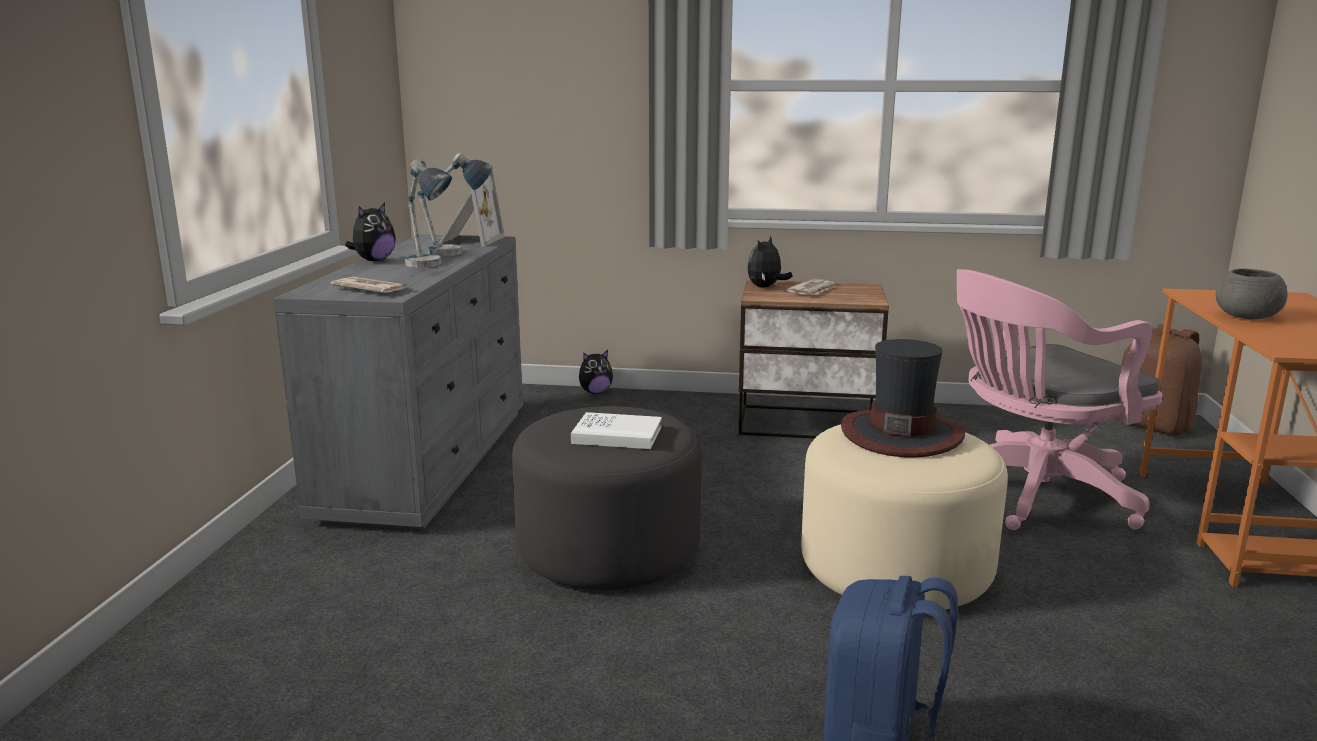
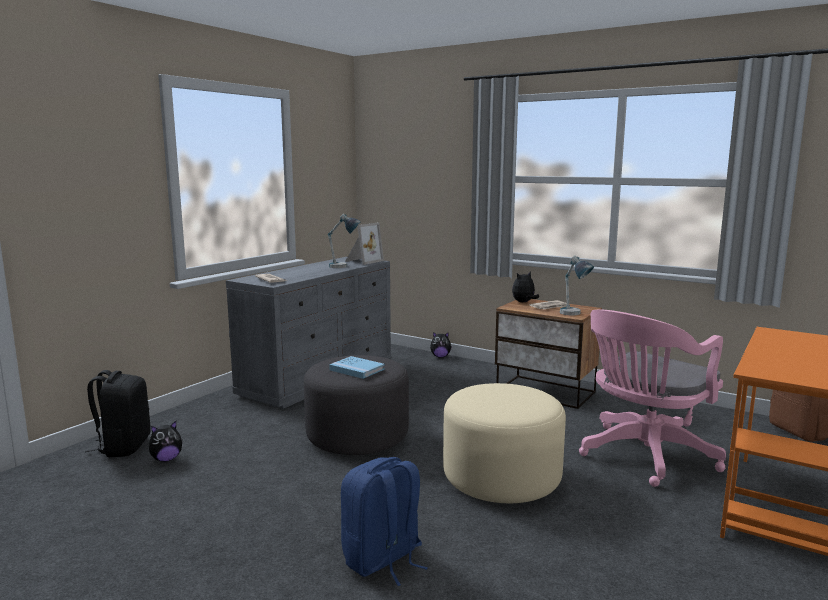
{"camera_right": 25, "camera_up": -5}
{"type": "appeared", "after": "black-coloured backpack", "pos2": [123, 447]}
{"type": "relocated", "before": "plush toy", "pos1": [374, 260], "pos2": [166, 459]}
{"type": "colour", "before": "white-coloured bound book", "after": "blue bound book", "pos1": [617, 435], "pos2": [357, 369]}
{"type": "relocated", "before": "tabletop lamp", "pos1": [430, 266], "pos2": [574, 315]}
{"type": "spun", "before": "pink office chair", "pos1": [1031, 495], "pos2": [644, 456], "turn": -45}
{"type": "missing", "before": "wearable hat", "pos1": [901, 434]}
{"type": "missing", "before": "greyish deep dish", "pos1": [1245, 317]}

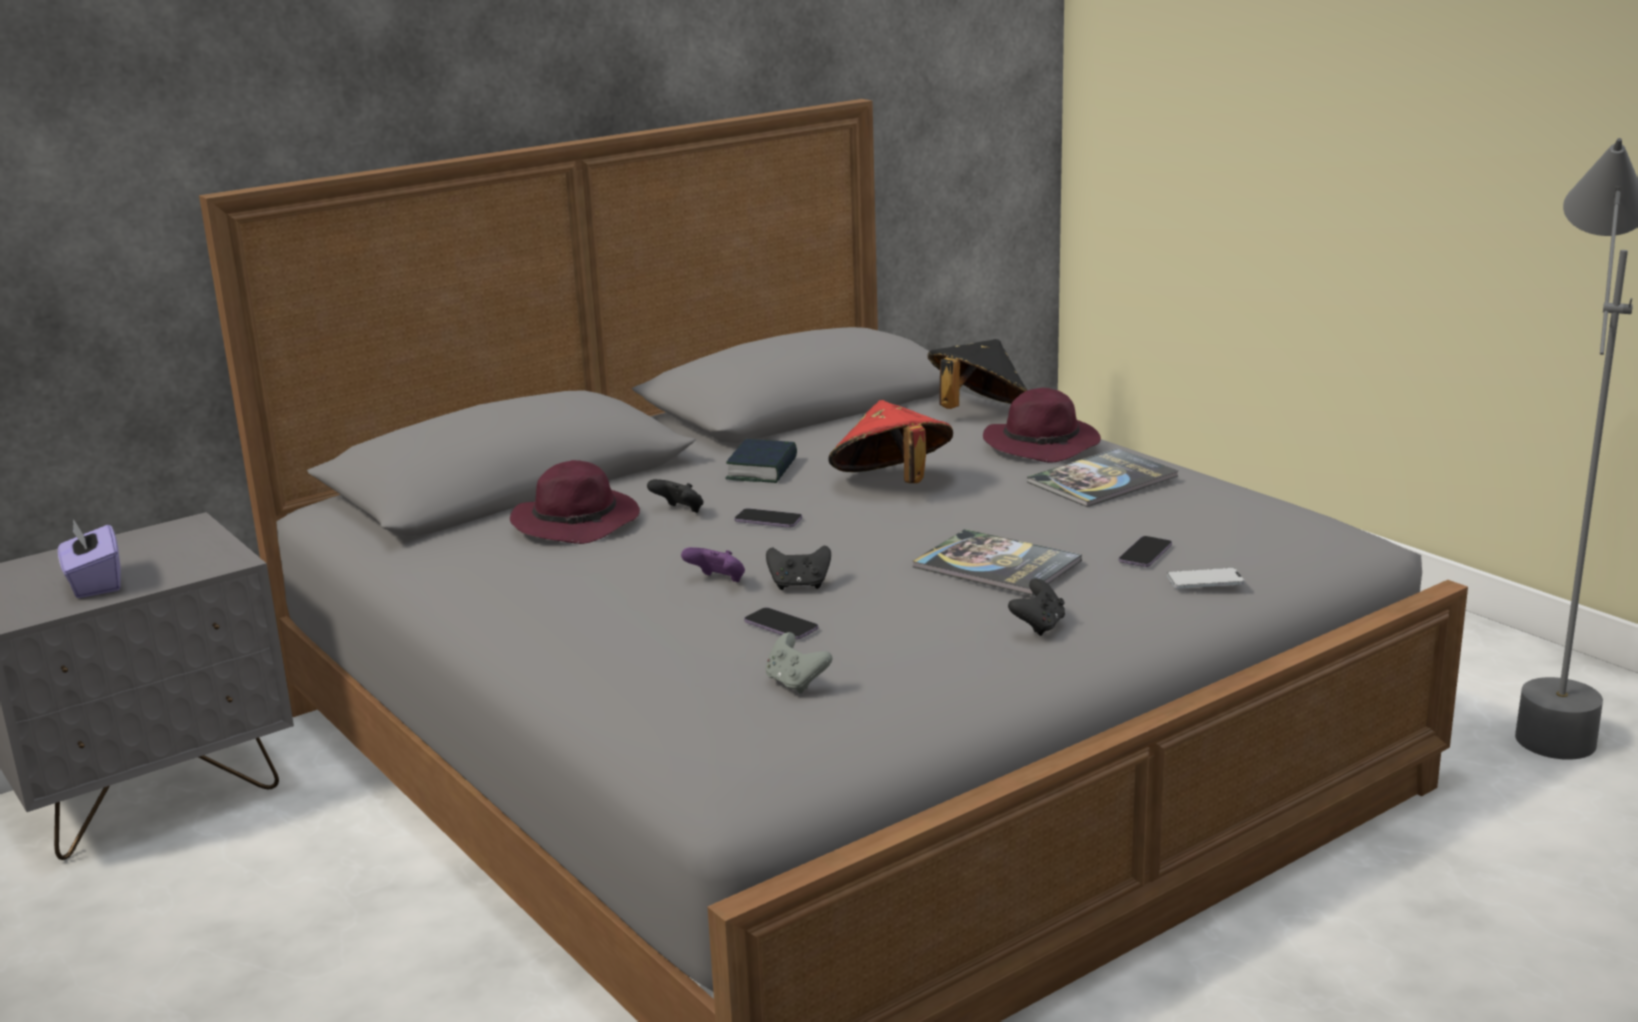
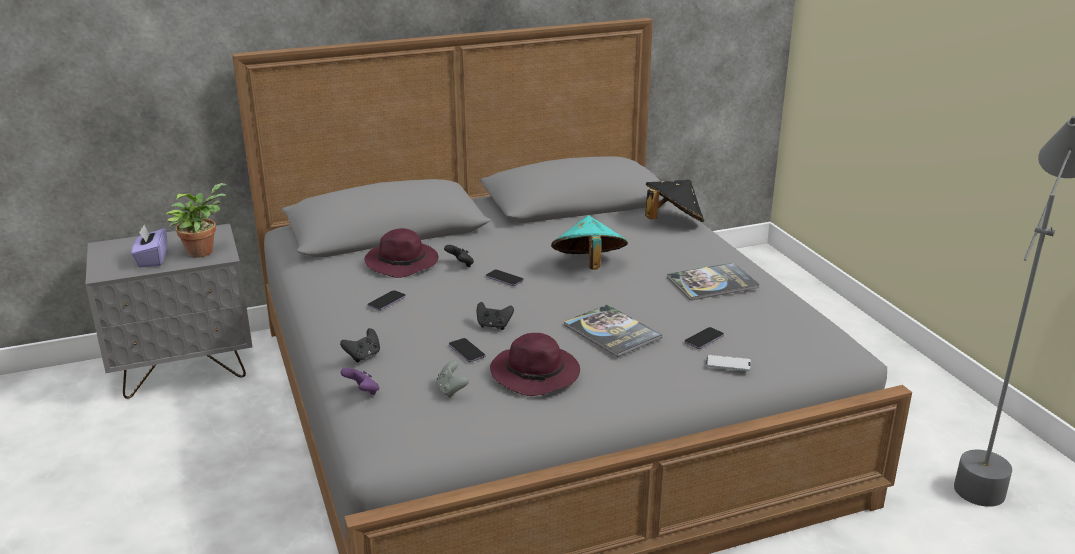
{"camera_right": 15, "camera_up": 5}
{"type": "appeared", "after": "potted plant", "pos2": [202, 251]}
{"type": "relocated", "before": "black-coloured joypad", "pos1": [1038, 626], "pos2": [363, 356]}
{"type": "relocated", "before": "purple joypad", "pos1": [717, 582], "pos2": [362, 392]}
{"type": "appeared", "after": "telephone", "pos2": [386, 302]}
{"type": "relocated", "before": "purple wearable hat", "pos1": [1043, 445], "pos2": [536, 375]}
{"type": "colour", "before": "red wearable hat", "after": "turquoise-coloured wearable hat", "pos1": [891, 484], "pos2": [588, 266]}
{"type": "missing", "before": "bound book", "pos1": [762, 469]}

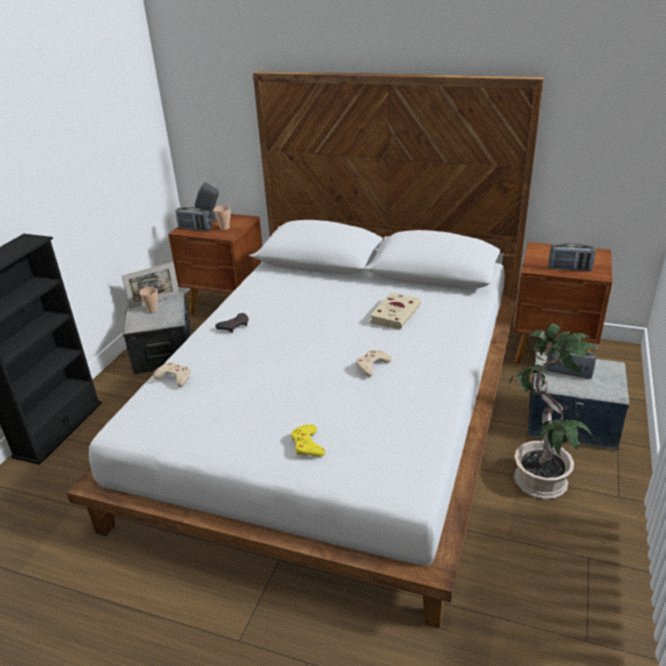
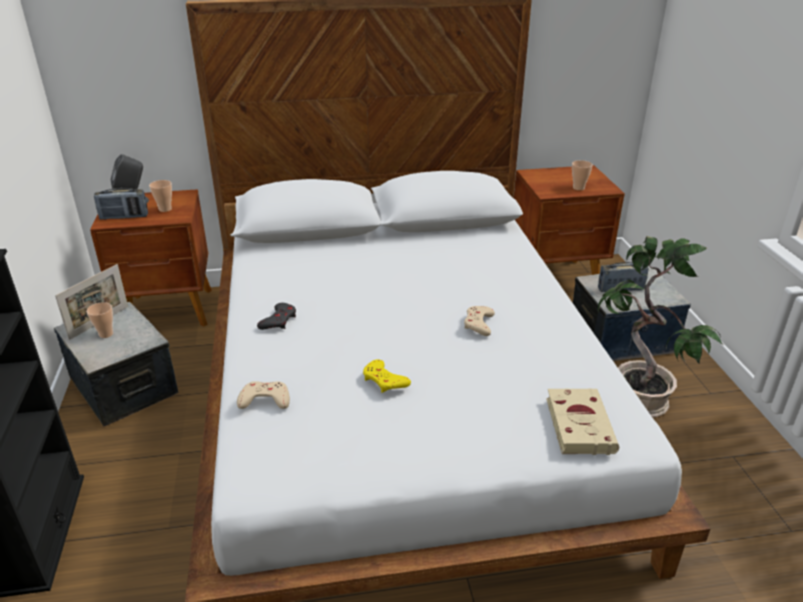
{"camera_right": -30, "camera_up": 0}
{"type": "relocated", "before": "yellow-coloured joypad", "pos1": [307, 445], "pos2": [384, 380]}
{"type": "relocated", "before": "beige-coloured bound book", "pos1": [396, 313], "pos2": [578, 423]}
{"type": "exchanged", "before": "radio set", "after": "small cup", "pos1": [569, 269], "pos2": [578, 188]}

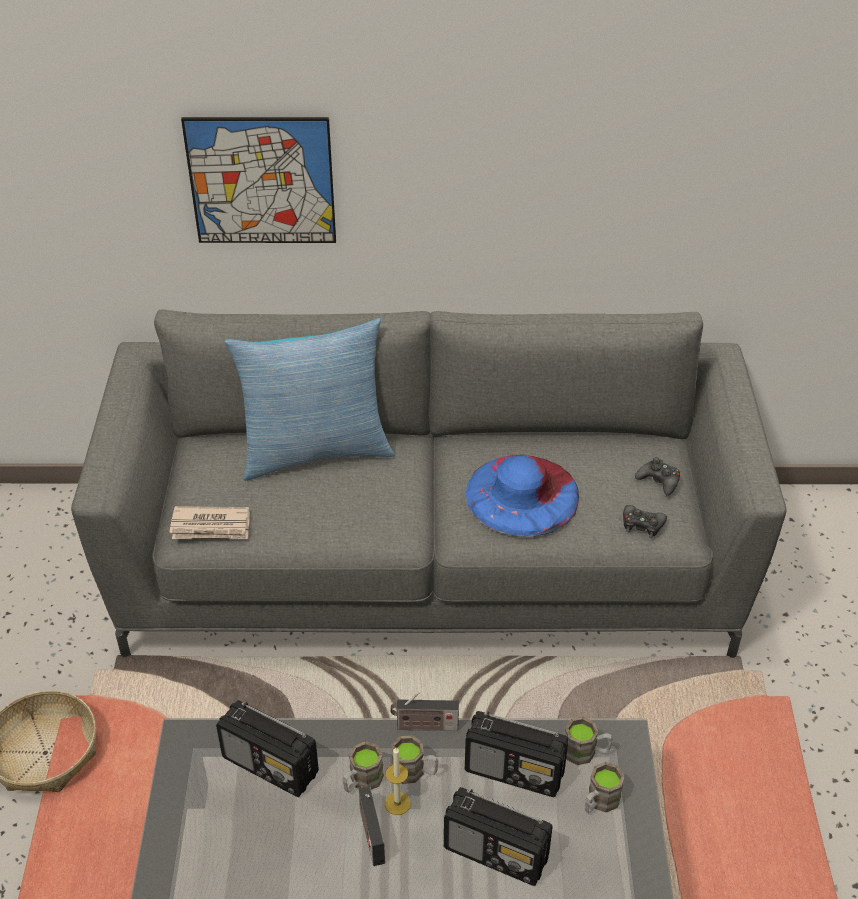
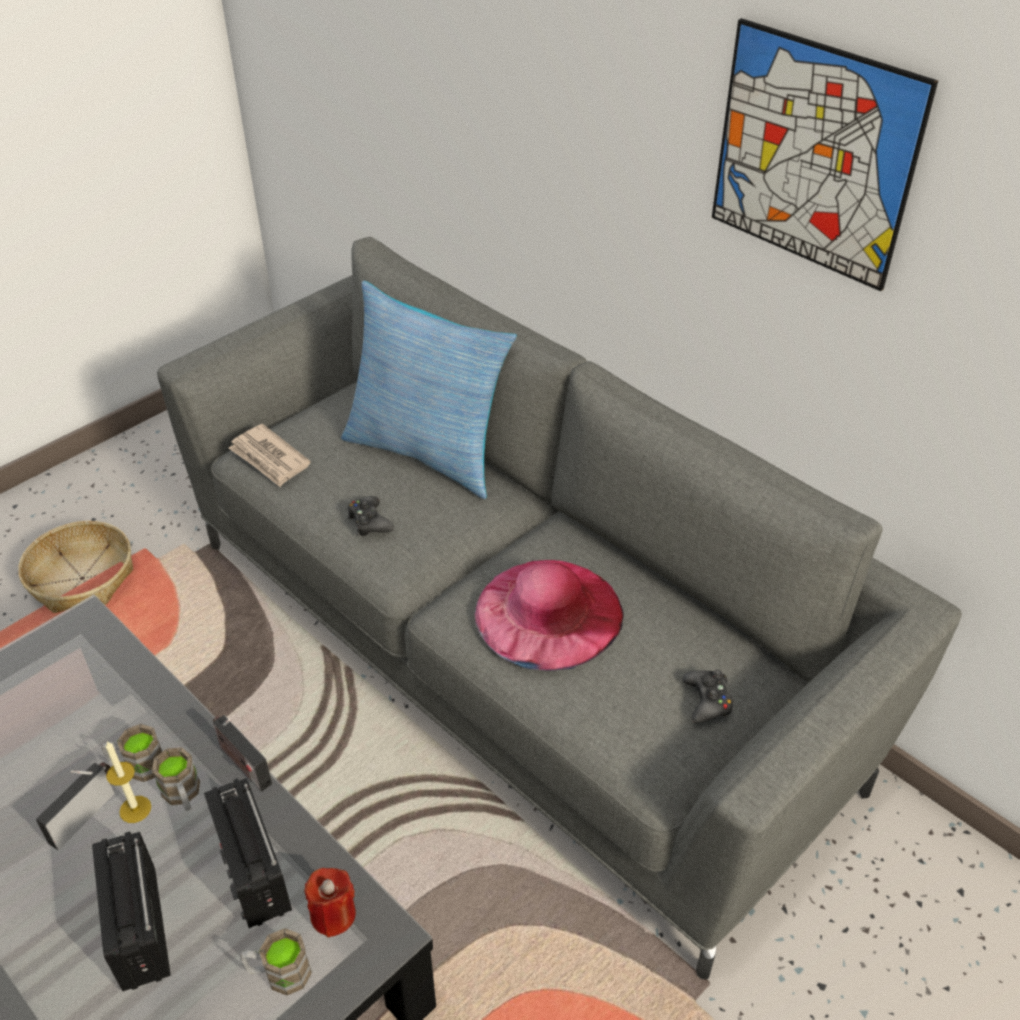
{"camera_right": 45, "camera_up": 0}
{"type": "exchanged", "before": "brown-coloured tea mug", "after": "red wax light", "pos1": [586, 752], "pos2": [333, 914]}
{"type": "relocated", "before": "black-coloured joypad", "pos1": [642, 525], "pos2": [369, 522]}
{"type": "colour", "before": "blue wearable hat", "after": "pink wearable hat", "pos1": [522, 494], "pos2": [548, 613]}
{"type": "relocated", "before": "wall picture", "pos1": [261, 181], "pos2": [813, 155]}
{"type": "missing", "before": "radio set", "pos1": [271, 766]}

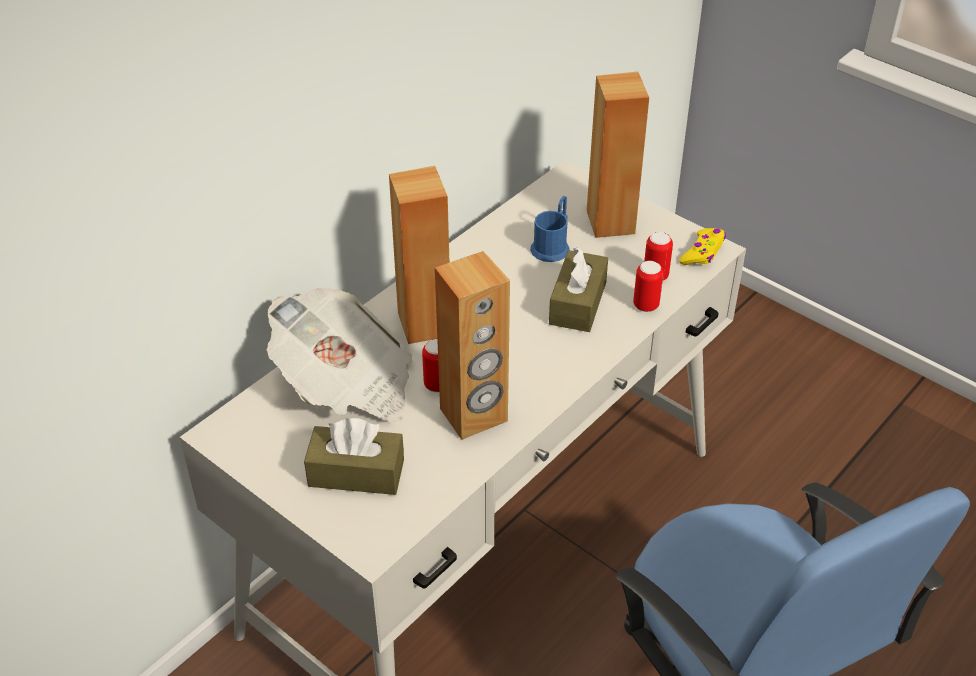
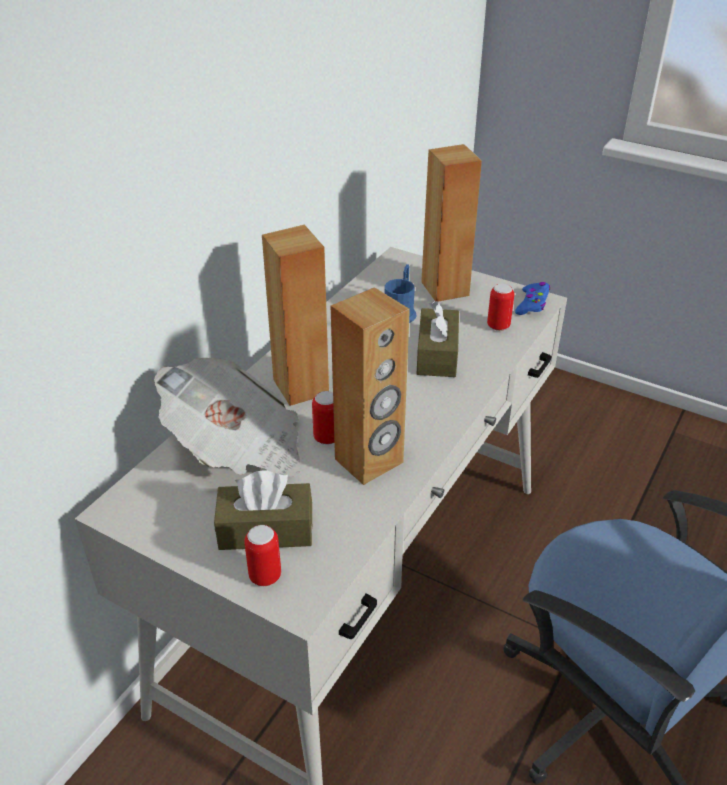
{"camera_right": -10, "camera_up": -5}
{"type": "relocated", "before": "metal can", "pos1": [646, 305], "pos2": [265, 576]}
{"type": "colour", "before": "yellow-coloured joypad", "after": "blue joypad", "pos1": [703, 252], "pos2": [532, 304]}

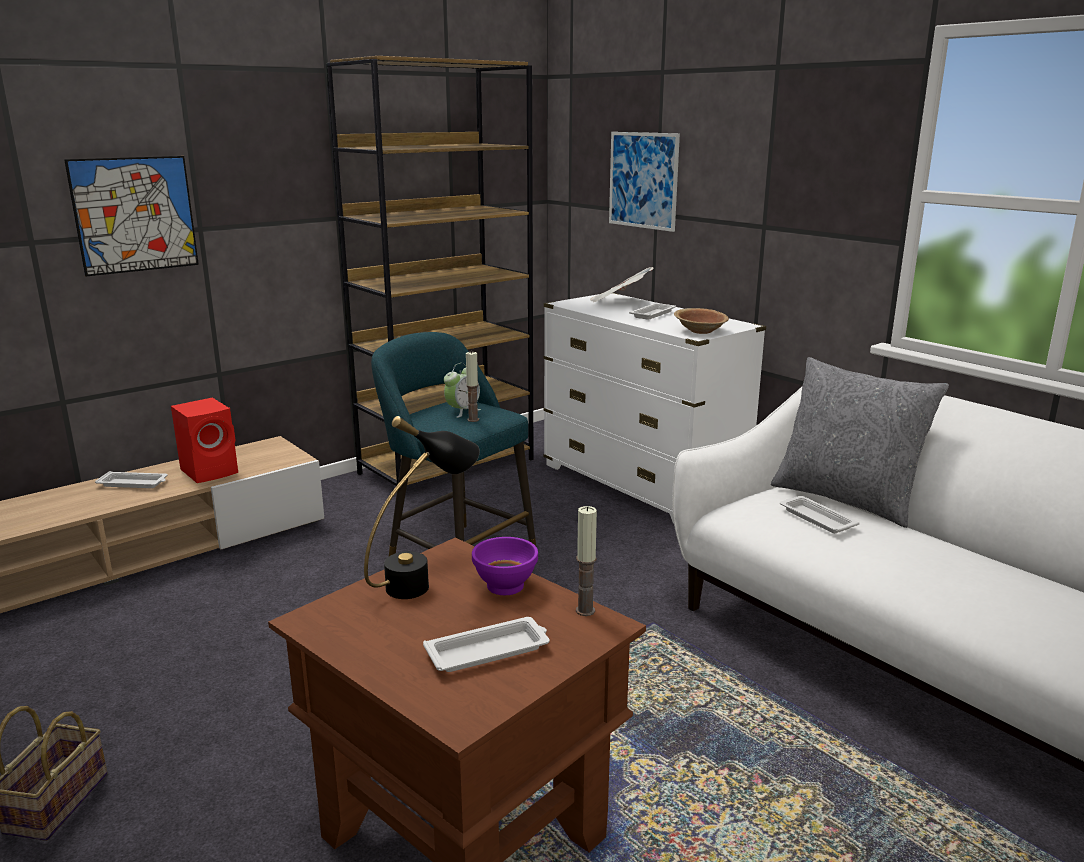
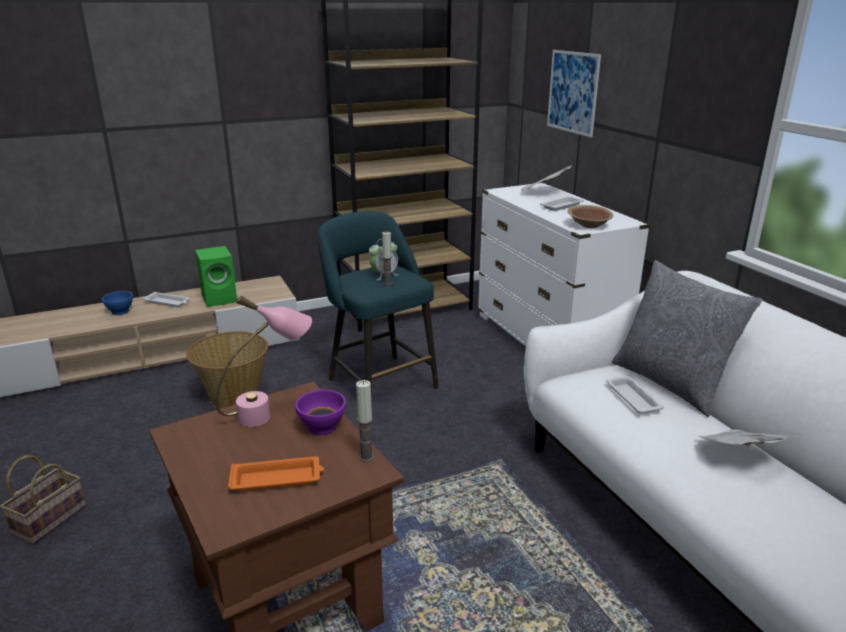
{"camera_right": 15, "camera_up": 5}
{"type": "appeared", "after": "blue deep dish", "pos2": [120, 311]}
{"type": "appeared", "after": "storage basket", "pos2": [234, 396]}
{"type": "colour", "before": "red audio speaker", "after": "greenish audio speaker", "pos1": [211, 471], "pos2": [221, 298]}
{"type": "colour", "before": "black-coloured tabletop lamp", "after": "pink tabletop lamp", "pos1": [425, 580], "pos2": [270, 414]}
{"type": "colour", "before": "white-coloured tray", "after": "orange tray", "pos1": [489, 651], "pos2": [277, 479]}
{"type": "appeared", "after": "newspaper", "pos2": [740, 456]}
{"type": "missing", "before": "wall picture", "pos1": [134, 214]}

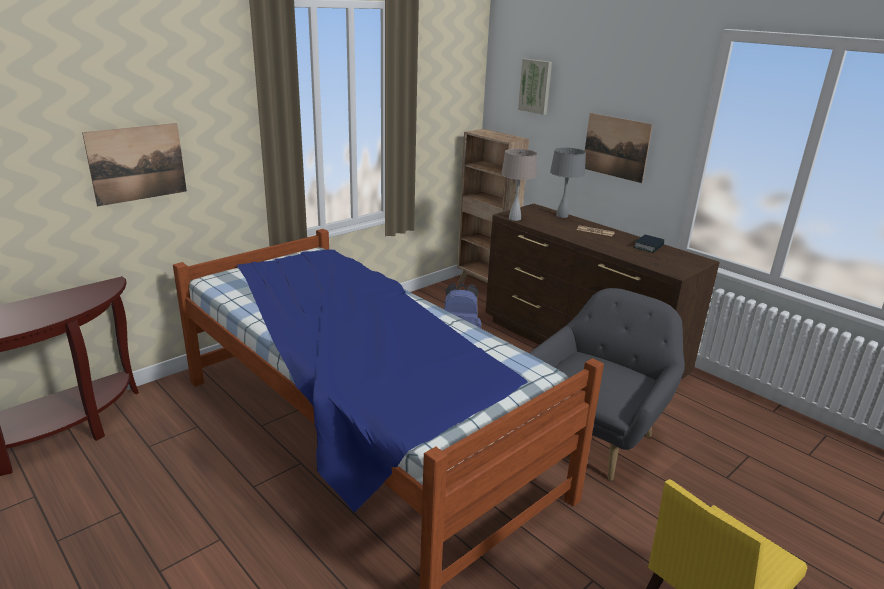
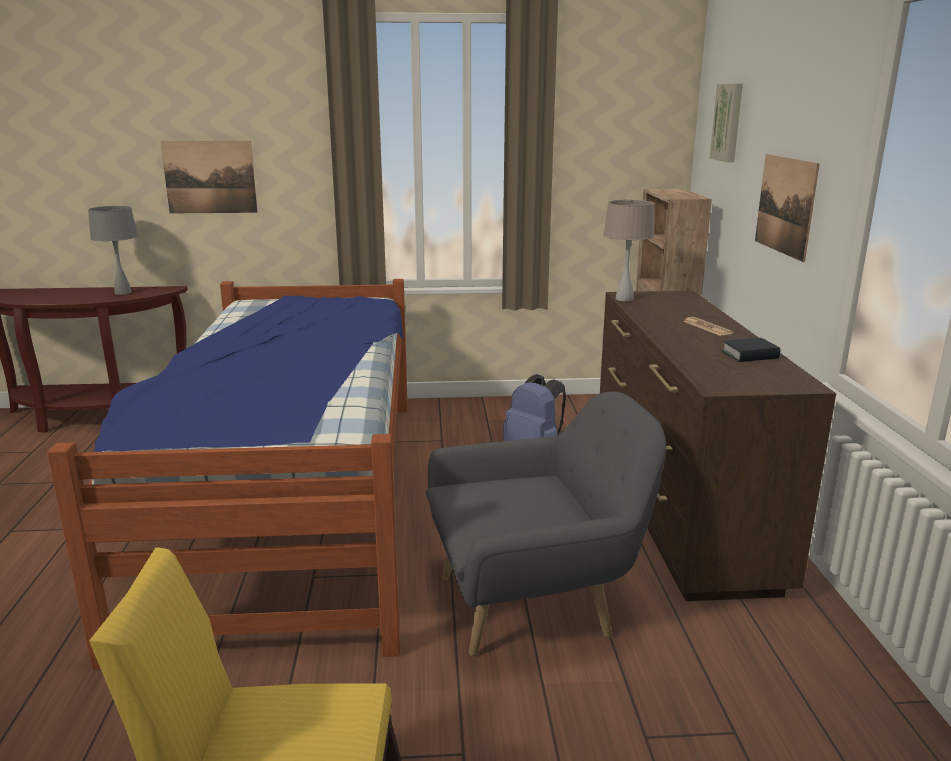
{"camera_right": 40, "camera_up": -5}
{"type": "relocated", "before": "greyish tabletop lamp", "pos1": [561, 215], "pos2": [123, 292]}

